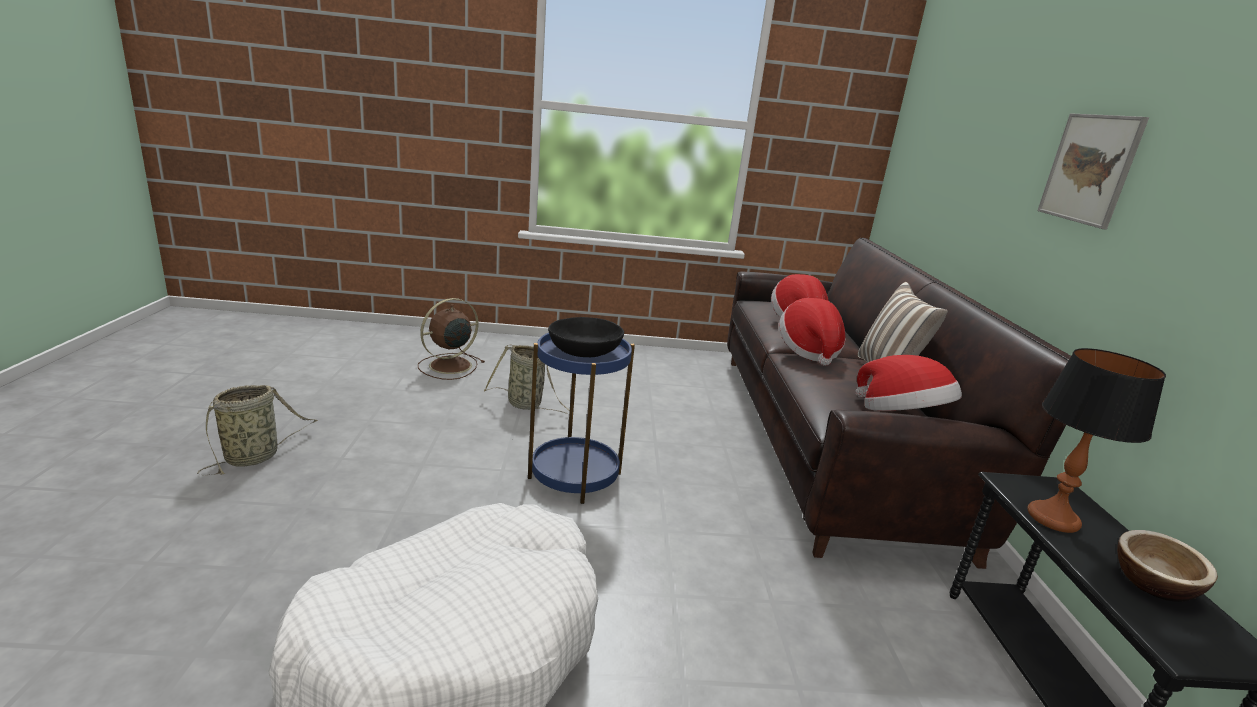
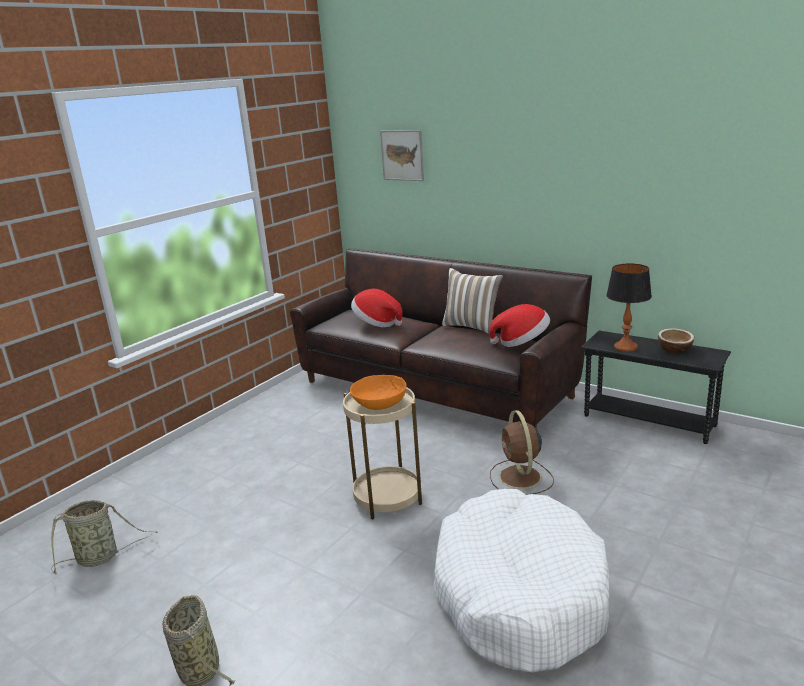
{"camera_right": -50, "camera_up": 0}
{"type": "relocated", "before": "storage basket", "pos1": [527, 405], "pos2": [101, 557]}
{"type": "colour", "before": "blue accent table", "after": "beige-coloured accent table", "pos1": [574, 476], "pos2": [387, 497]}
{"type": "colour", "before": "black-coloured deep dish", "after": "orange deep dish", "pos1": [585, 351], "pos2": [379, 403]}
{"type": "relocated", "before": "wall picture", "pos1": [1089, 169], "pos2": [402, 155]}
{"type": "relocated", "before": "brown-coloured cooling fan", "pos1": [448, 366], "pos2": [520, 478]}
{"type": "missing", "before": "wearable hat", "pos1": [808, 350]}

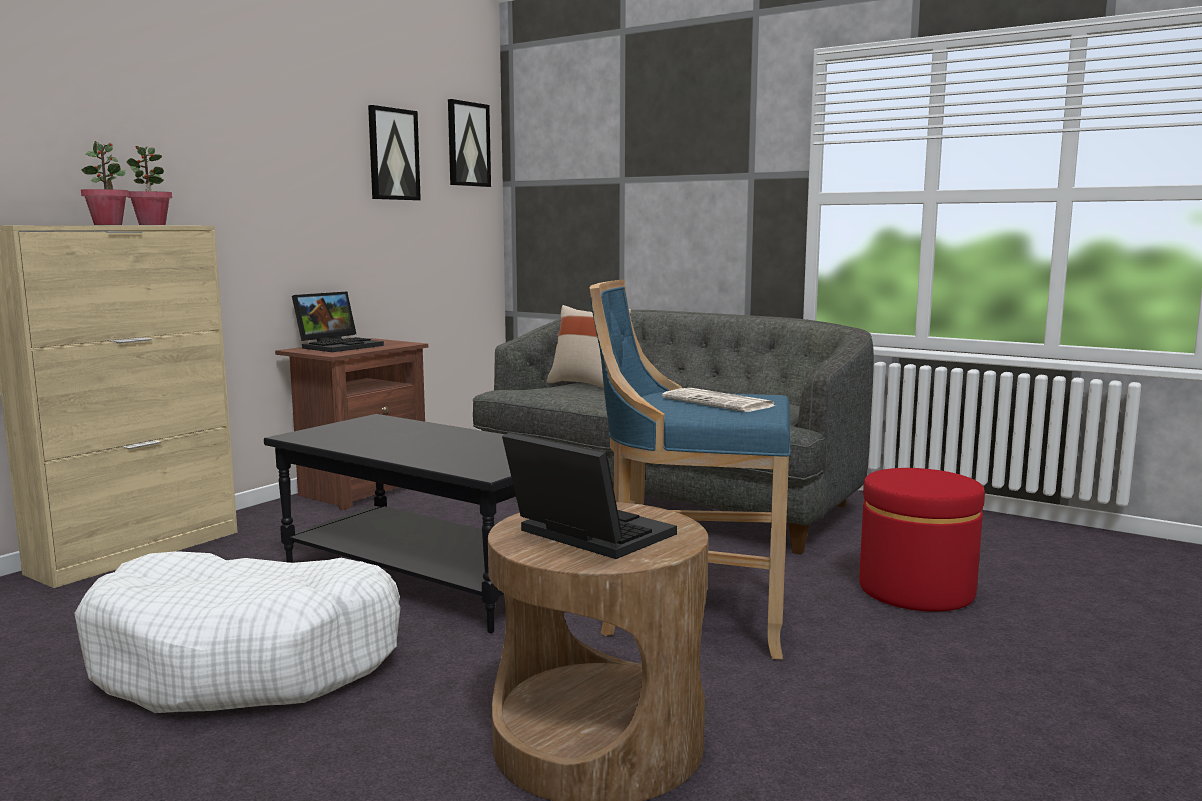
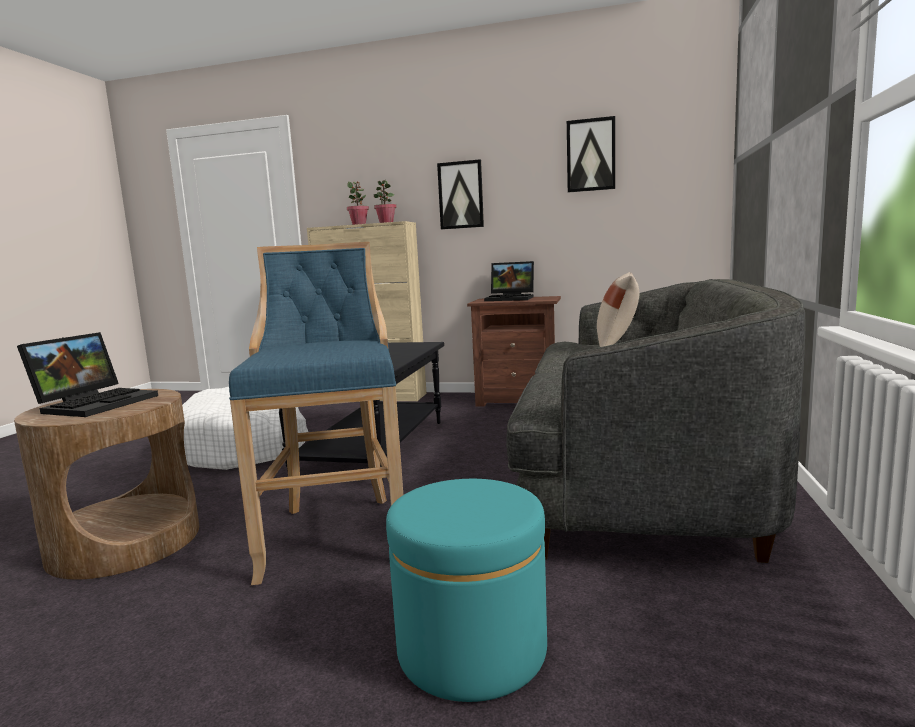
{"camera_right": 70, "camera_up": 0}
{"type": "colour", "before": "red ottoman", "after": "turquoise-coloured ottoman", "pos1": [916, 590], "pos2": [472, 648]}
{"type": "relocated", "before": "wall picture", "pos1": [468, 144], "pos2": [461, 195]}
{"type": "missing", "before": "newspaper", "pos1": [720, 402]}

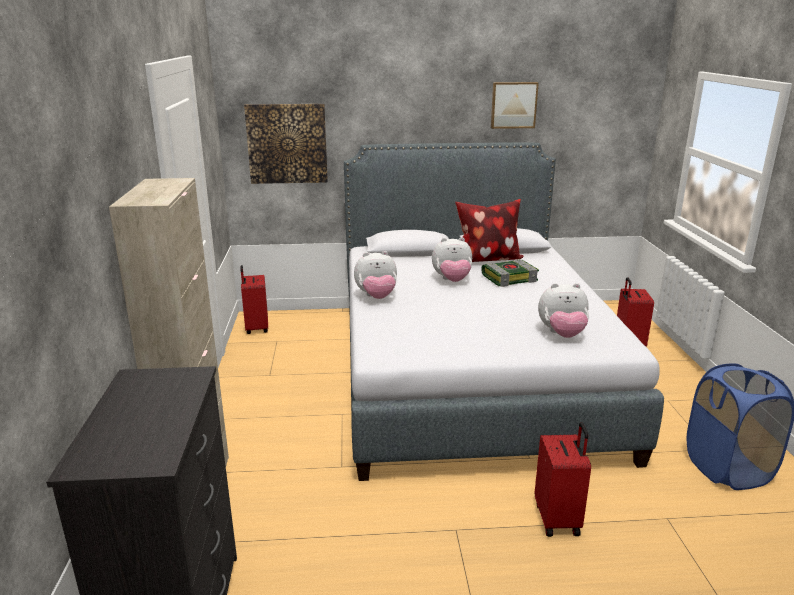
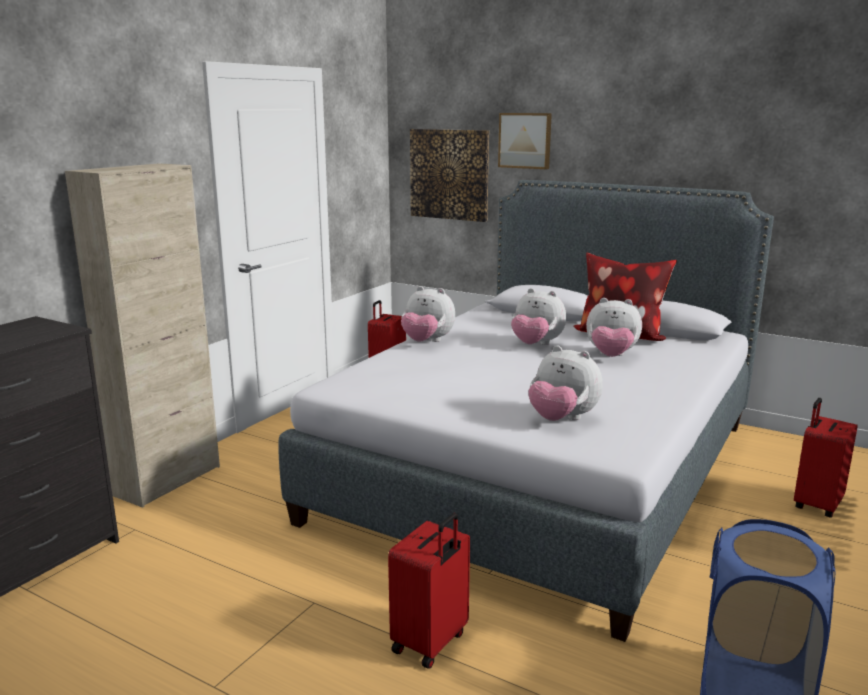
{"camera_right": 35, "camera_up": -5}
{"type": "relocated", "before": "wall picture", "pos1": [513, 105], "pos2": [525, 140]}
{"type": "exchanged", "before": "bound book", "after": "plush toy", "pos1": [509, 278], "pos2": [611, 356]}

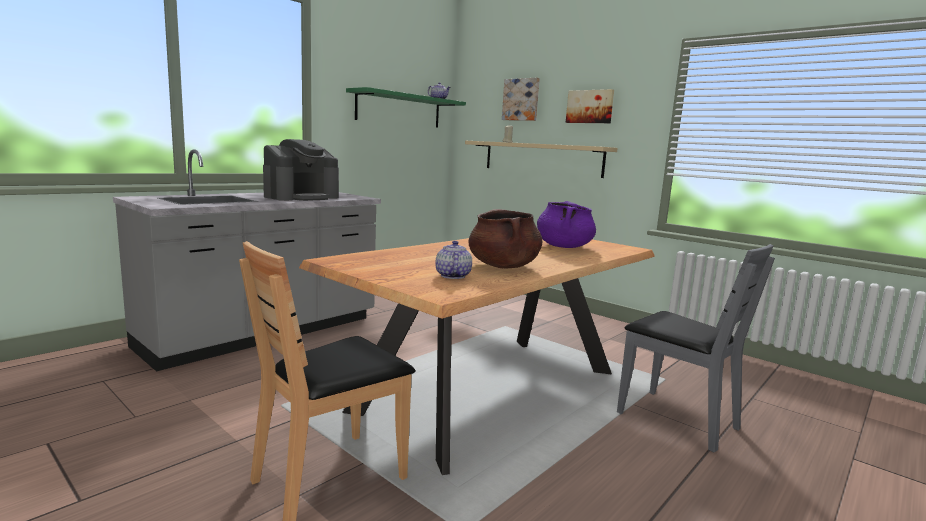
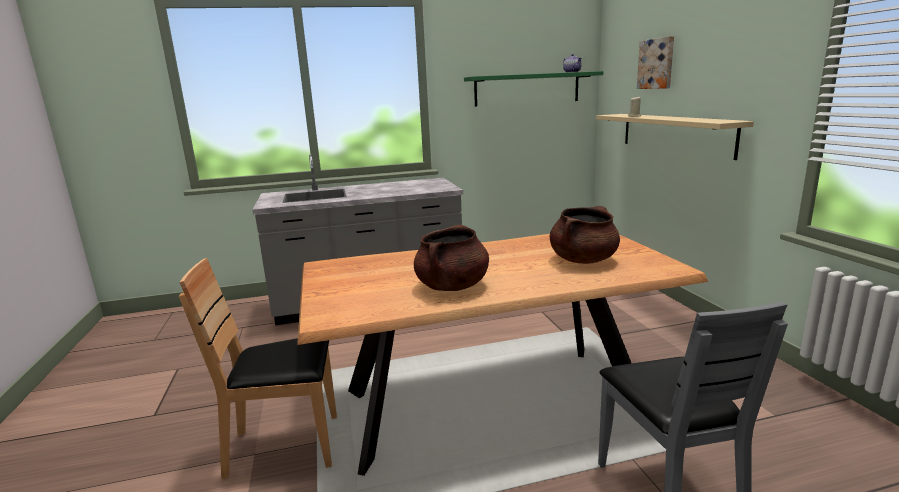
{"camera_right": 35, "camera_up": 5}
{"type": "colour", "before": "purple cooking pot", "after": "brown-coloured cooking pot", "pos1": [564, 246], "pos2": [583, 260]}
{"type": "missing", "before": "coffee machine", "pos1": [301, 197]}
{"type": "missing", "before": "pot for tea", "pos1": [452, 276]}
{"type": "missing", "before": "wall picture", "pos1": [590, 106]}

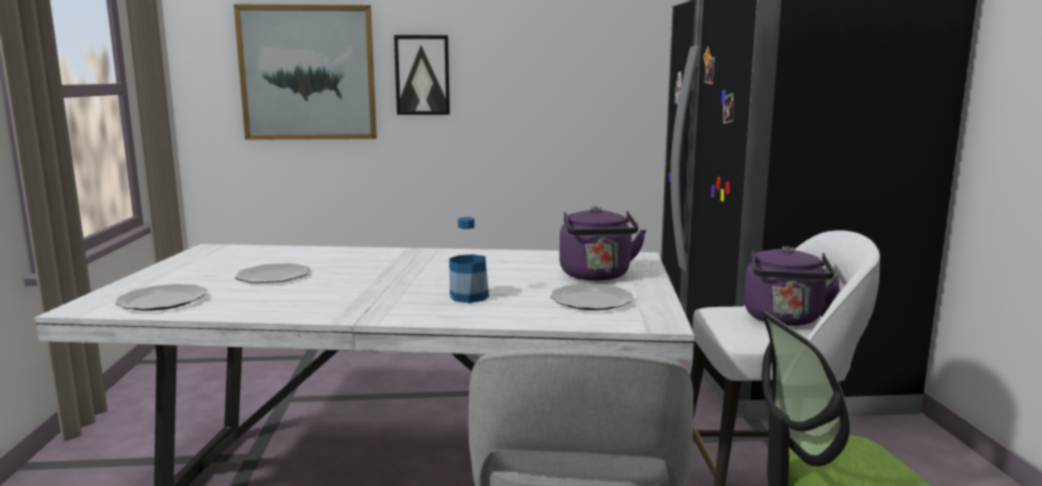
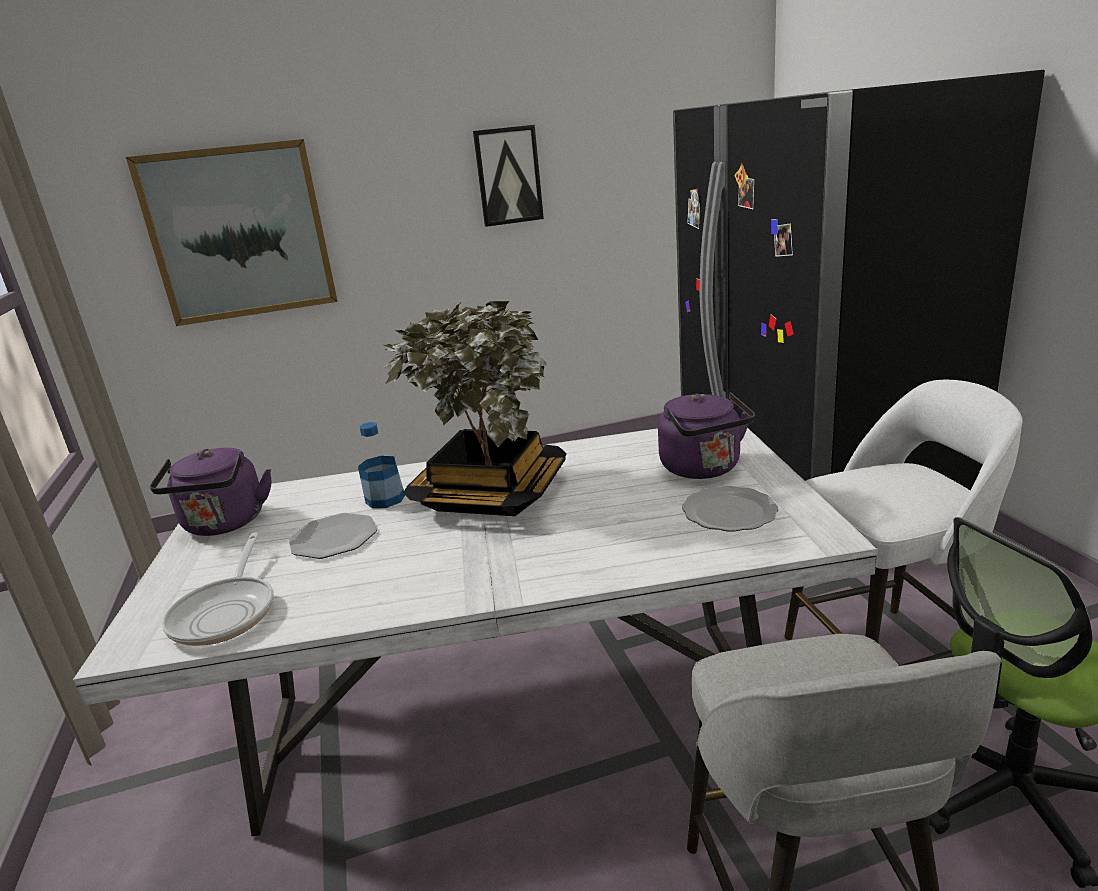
{"camera_right": -10, "camera_up": 10}
{"type": "relocated", "before": "purple kettle", "pos1": [784, 320], "pos2": [224, 524]}
{"type": "exchanged", "before": "flat dish", "after": "skillet", "pos1": [164, 301], "pos2": [227, 612]}
{"type": "relocated", "before": "drink bottle", "pos1": [469, 297], "pos2": [385, 499]}
{"type": "appeared", "after": "potted plant", "pos2": [491, 494]}
{"type": "relocated", "before": "wall picture", "pos1": [422, 75], "pos2": [508, 176]}

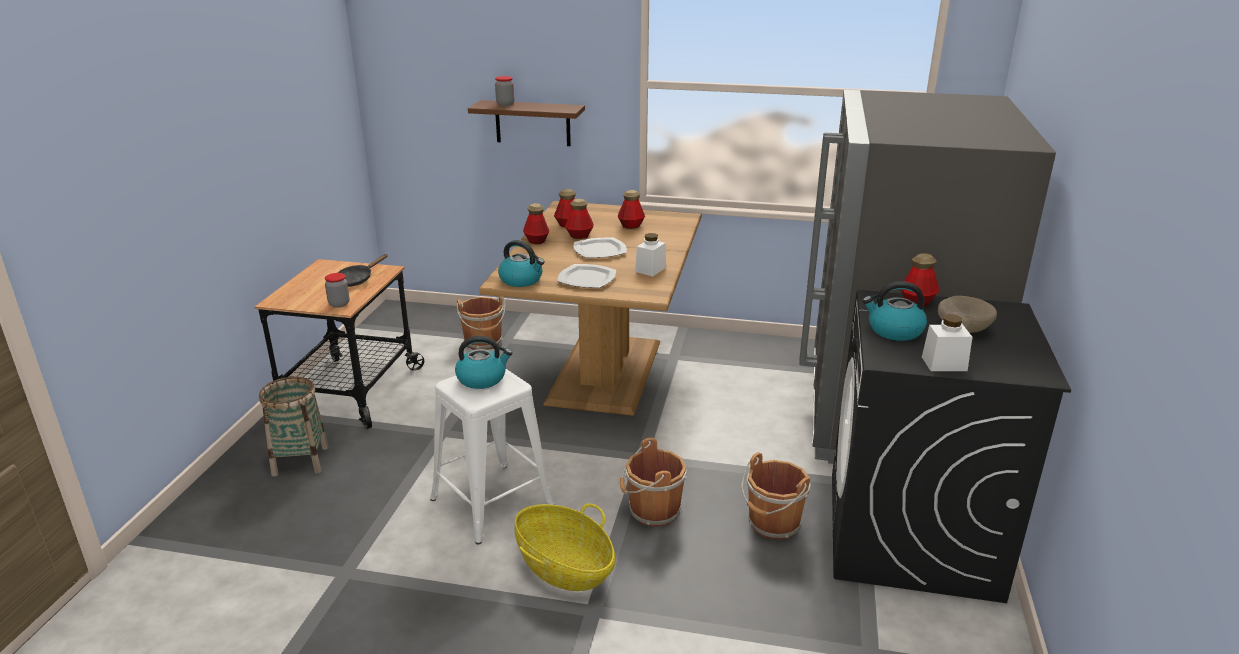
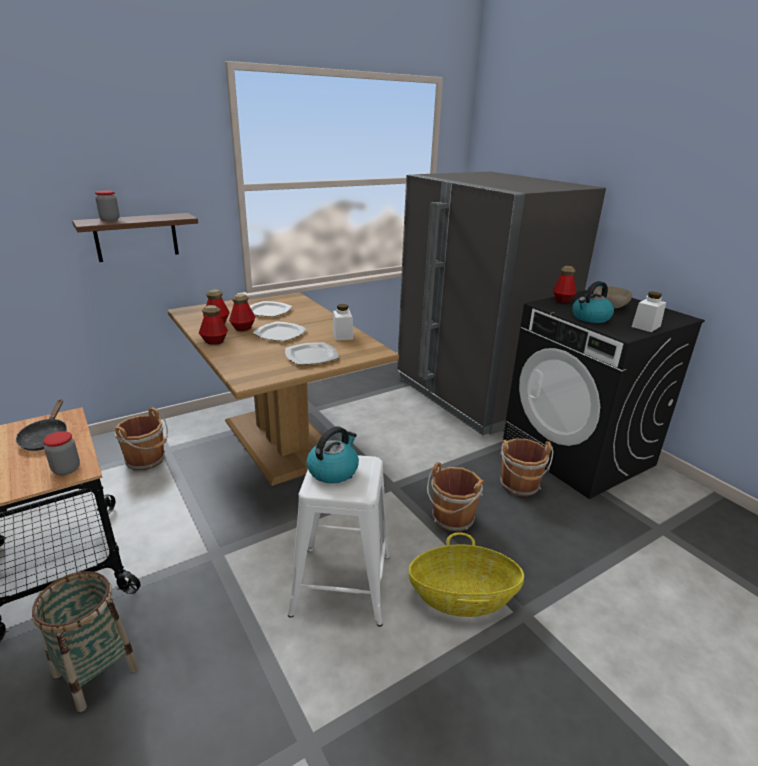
{"camera_right": -45, "camera_up": 0}
{"type": "exchanged", "before": "drink bottle", "after": "flat dish", "pos1": [631, 226], "pos2": [268, 311]}
{"type": "missing", "before": "kettle", "pos1": [521, 280]}

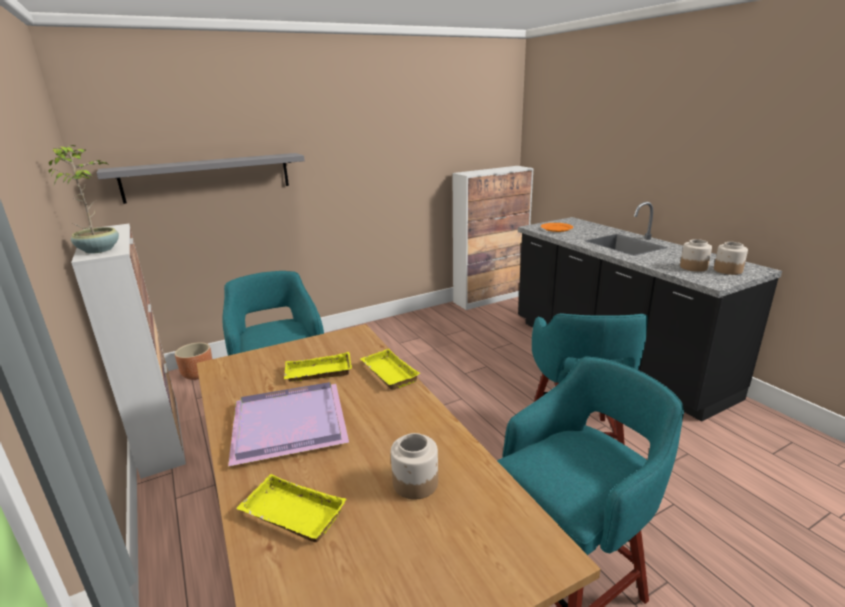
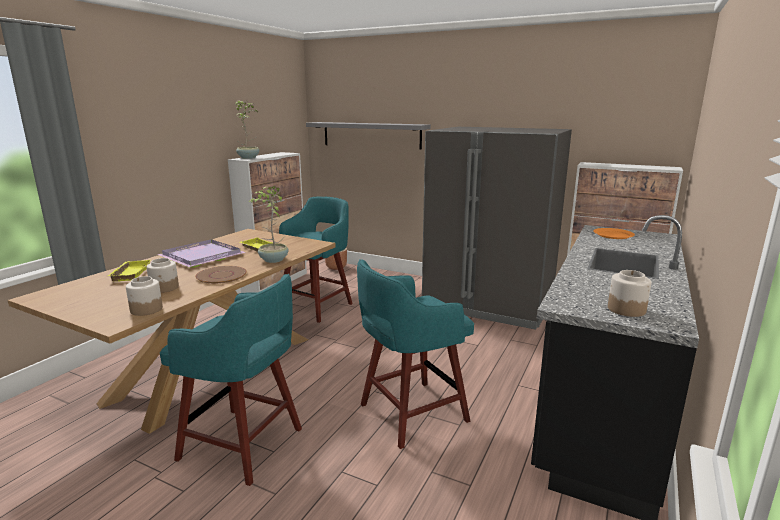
{"camera_right": 55, "camera_up": -5}
{"type": "relocated", "before": "storage jar", "pos1": [693, 267], "pos2": [146, 309]}
{"type": "appeared", "after": "brown-coloured flat dish", "pos2": [221, 276]}
{"type": "exchanged", "before": "yellow-coloured tray", "after": "potted plant", "pos1": [387, 373], "pos2": [273, 260]}
{"type": "appeared", "after": "greyish kitchen fridge", "pos2": [488, 304]}

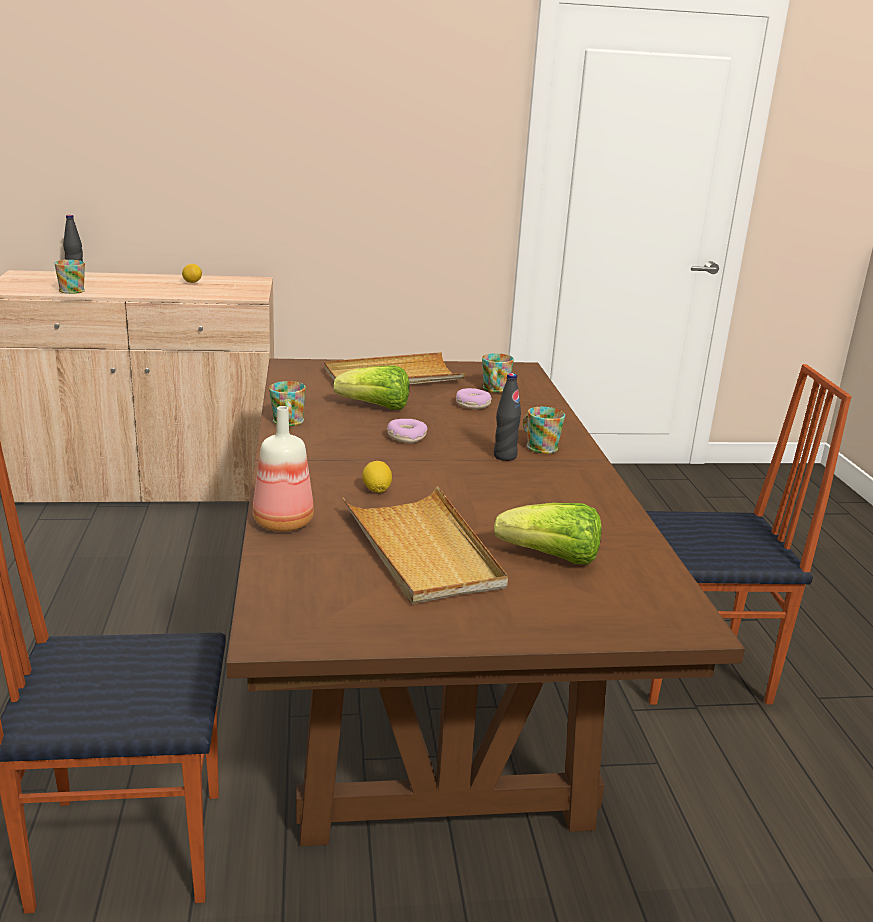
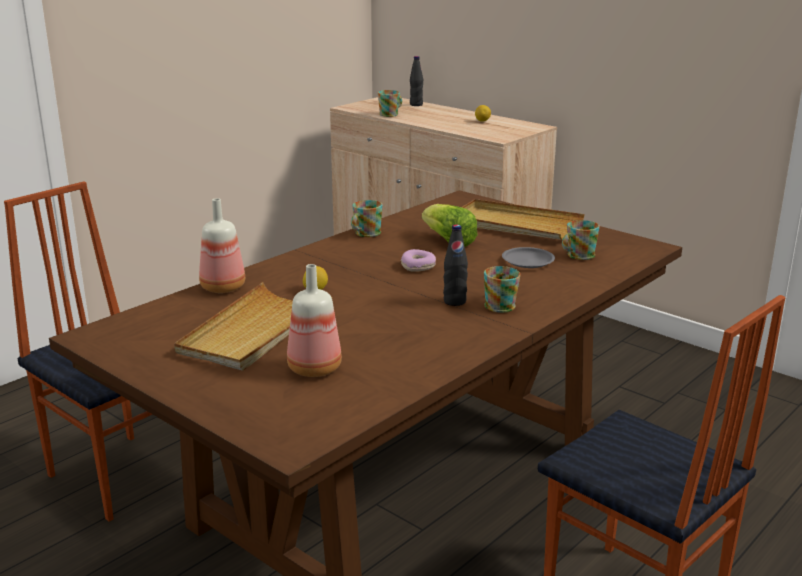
{"camera_right": 50, "camera_up": 0}
{"type": "exchanged", "before": "lettuce head", "after": "drink bottle", "pos1": [551, 558], "pos2": [314, 369]}
{"type": "exchanged", "before": "doughnut", "after": "greyish flat dish", "pos1": [473, 405], "pos2": [527, 261]}

